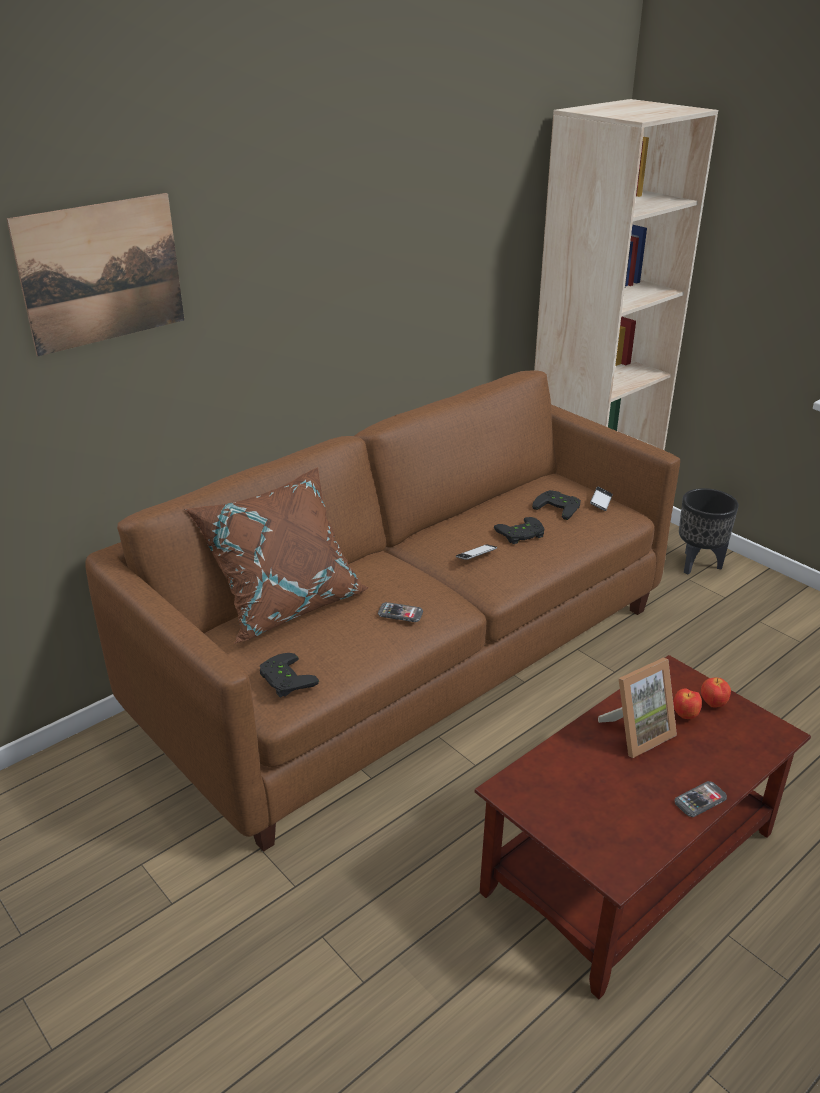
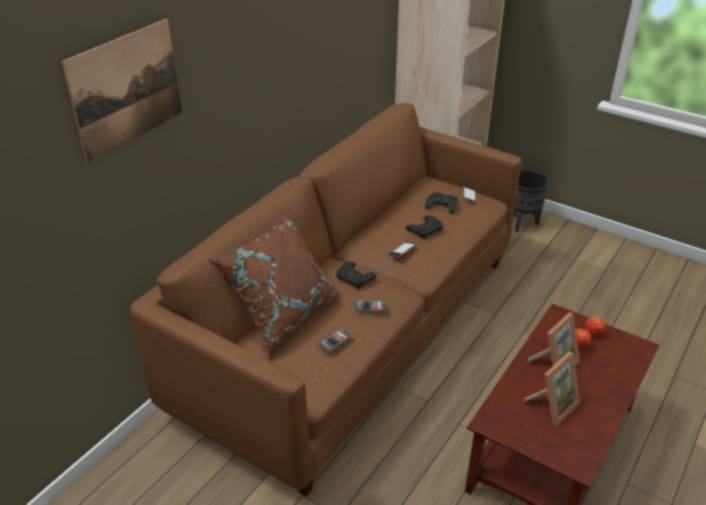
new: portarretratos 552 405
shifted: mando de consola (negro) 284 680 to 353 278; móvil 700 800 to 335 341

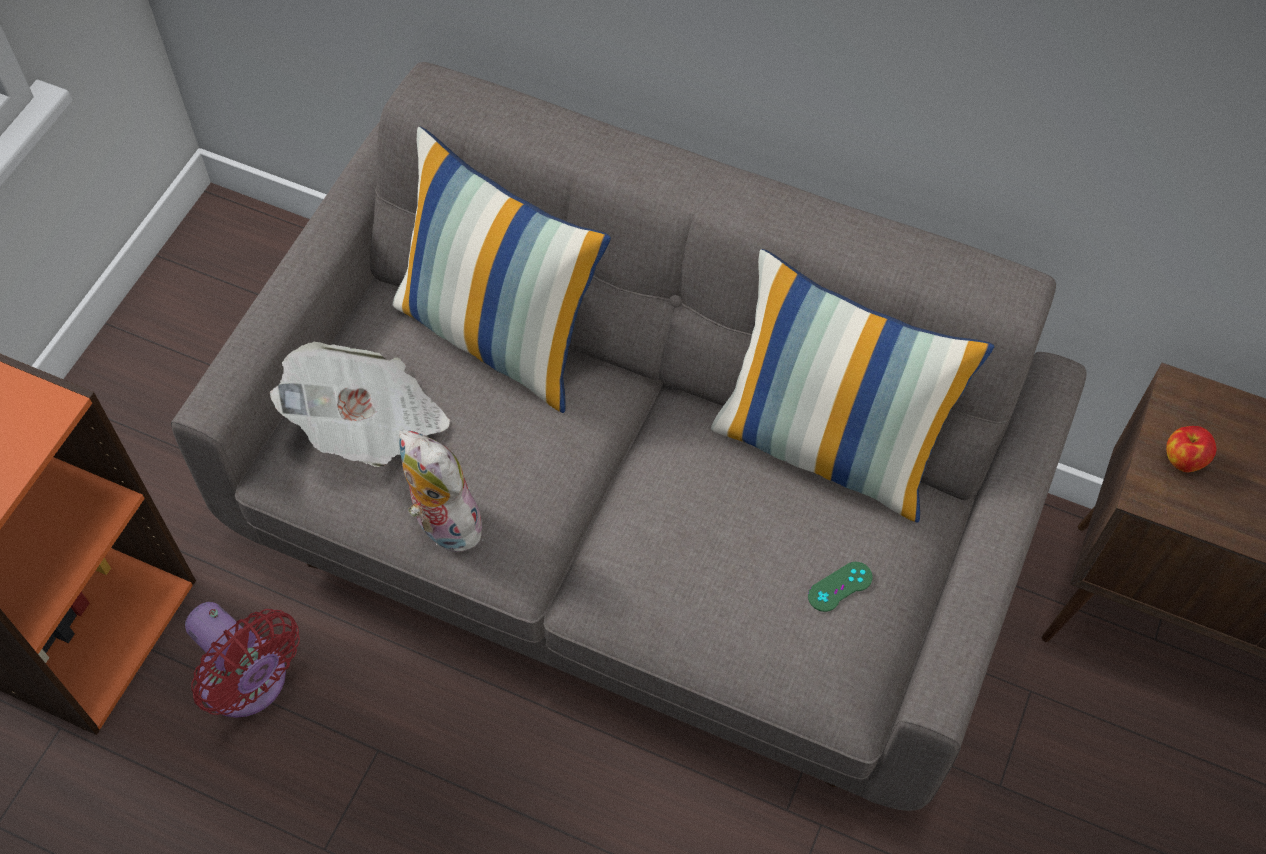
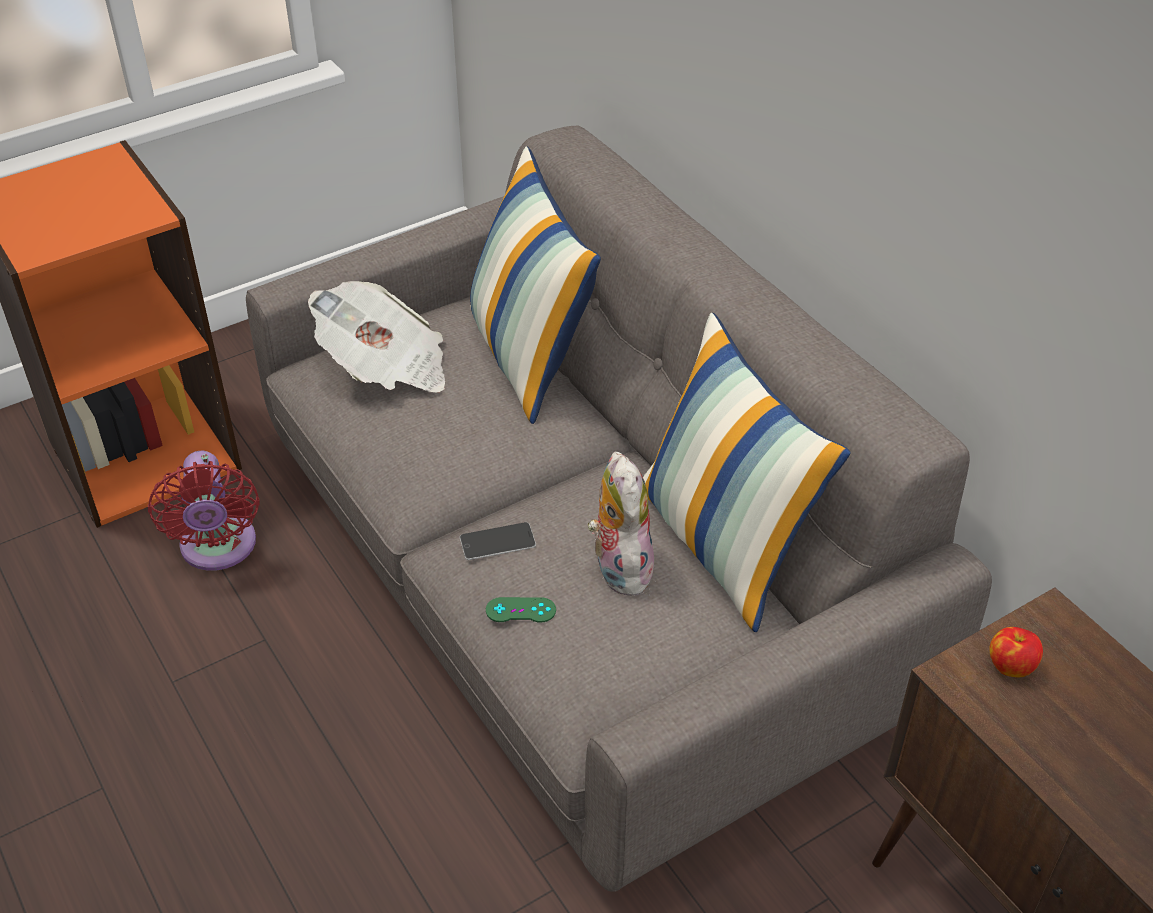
new: móvil 497 541
shifted: peluche 442 524 to 619 567; mando de consola (verde) 840 587 to 520 610

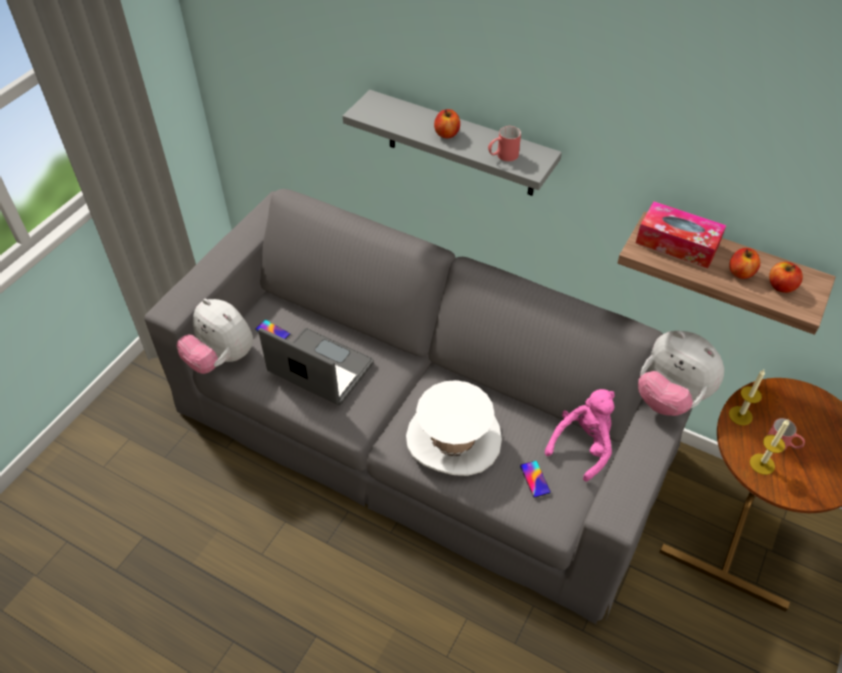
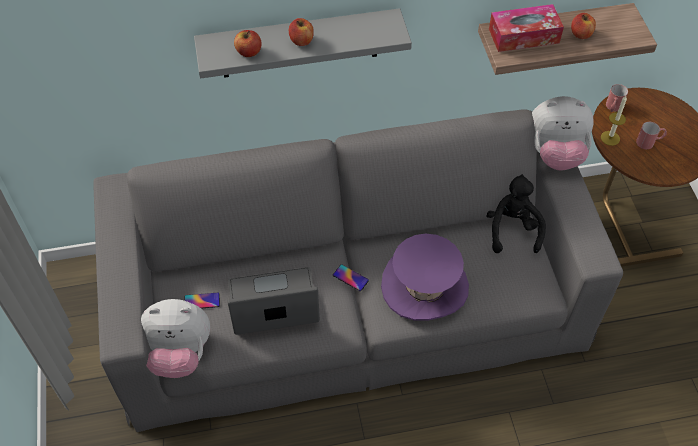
gone: vela 762 464
shifted: taza grande (rojo) 502 156 to 612 108; móvil 535 479 to 350 278; manzana 781 286 to 248 52
repainted: sombrero (blanco) 453 438 to sombrero (morado) 424 286; peluche (rosa) 582 445 to peluche (negro) 511 229

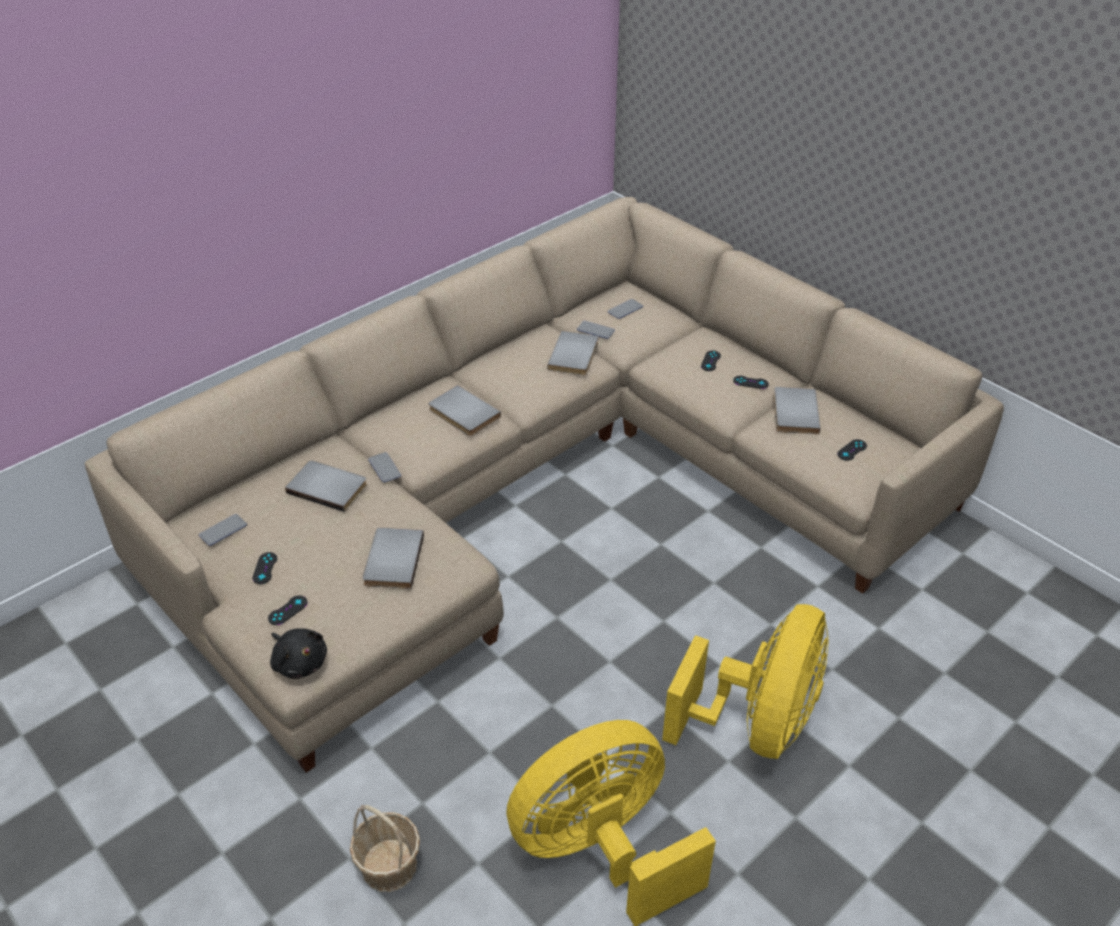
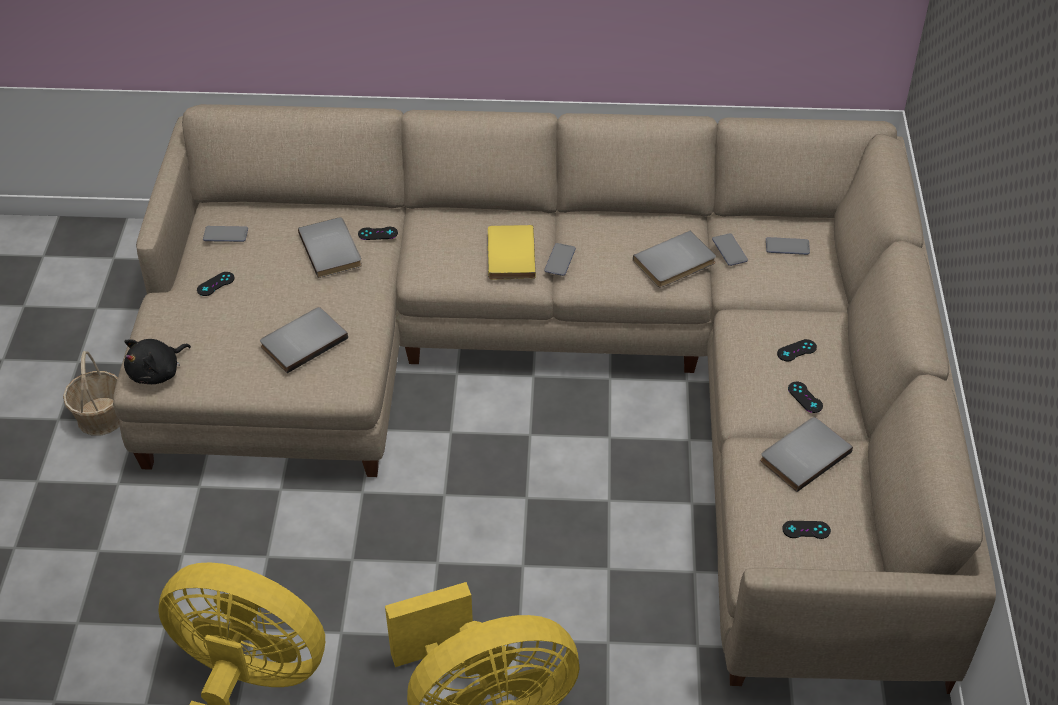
shifted: mando de consola (negro) 288 610 to 378 233; cesta 389 865 to 101 417; móvil 384 468 to 560 260
repainted: libro (gris) 462 414 to libro (amarillo) 508 255
rotated: peluche (negro) 299 662 = 157 372 45 degrees clockwise

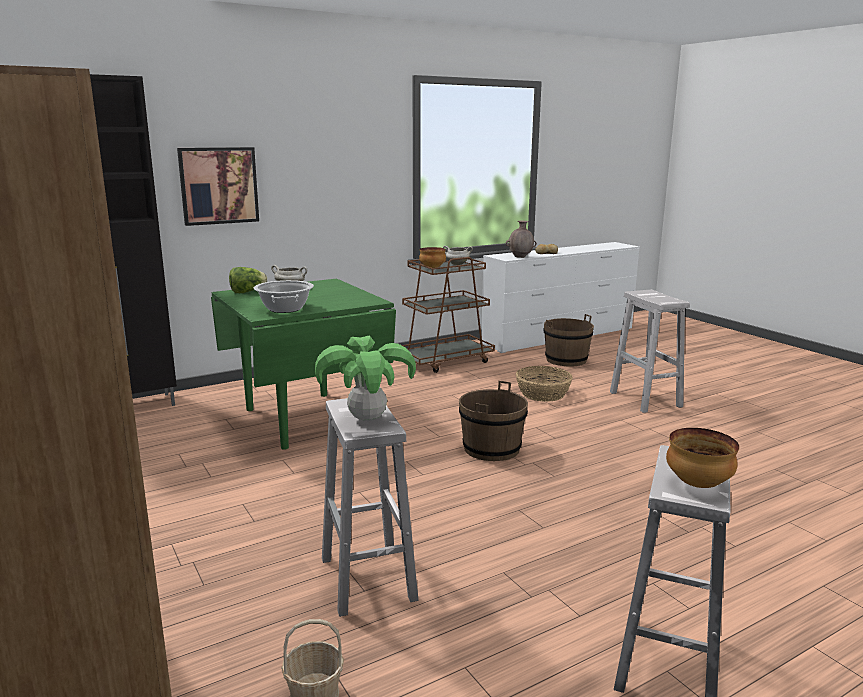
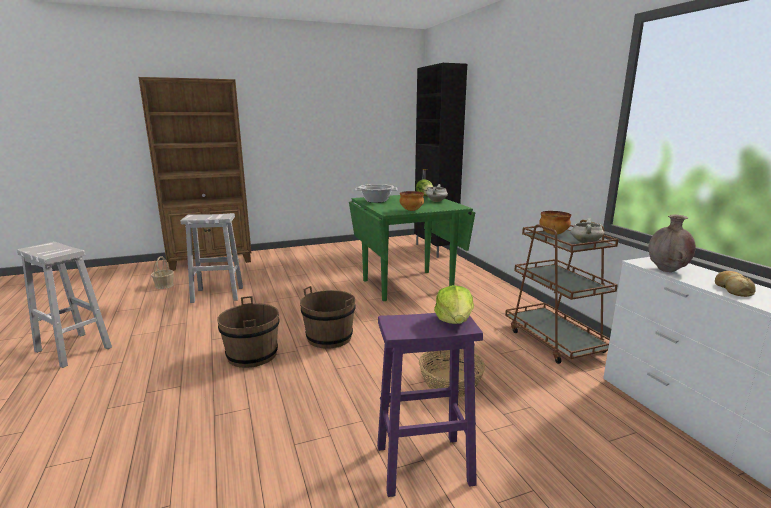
gone: cuadro 219 185; planta en maceta 367 418
new: lechuga 454 320
shifted: cubo (marrón) 566 360 to 252 355; cuenco 697 484 to 411 210
repainted: taburete (blanco) 646 400 to taburete (morado) 422 465

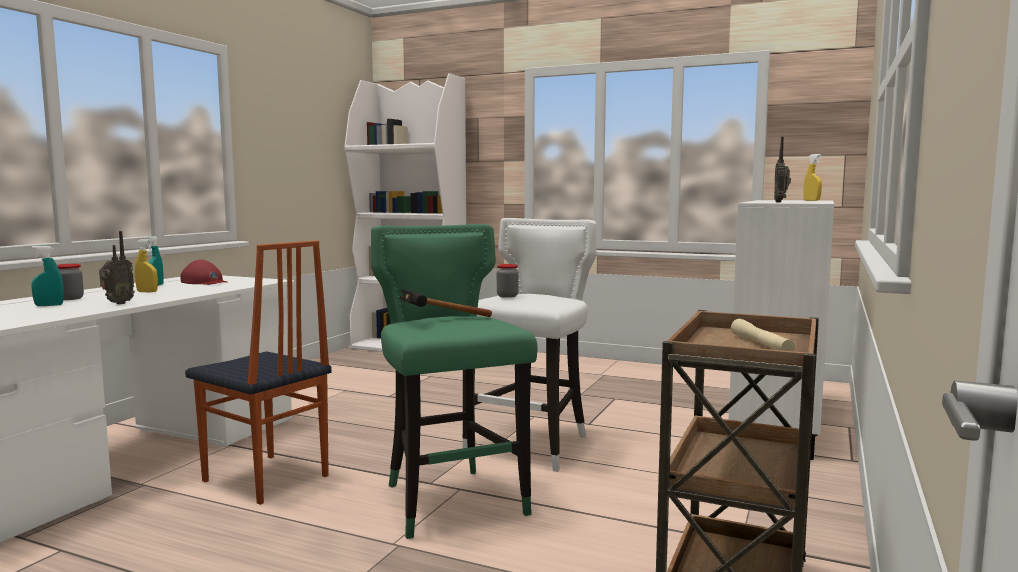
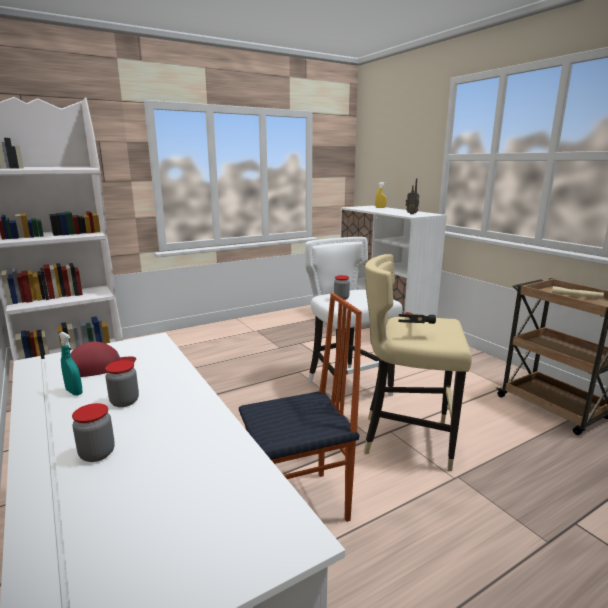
gone: pulverizador (turquesa) 49 305; radio 117 303
swapped: pulverizador (amarillo) 147 292 to tarro 124 401
repainted: taburete (verde) 451 501 to taburete (beis) 406 439

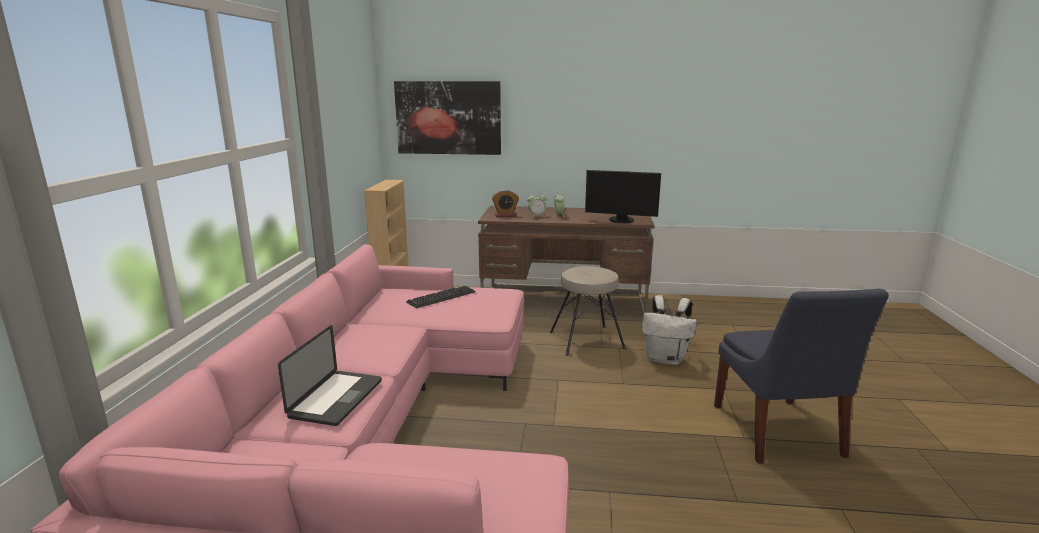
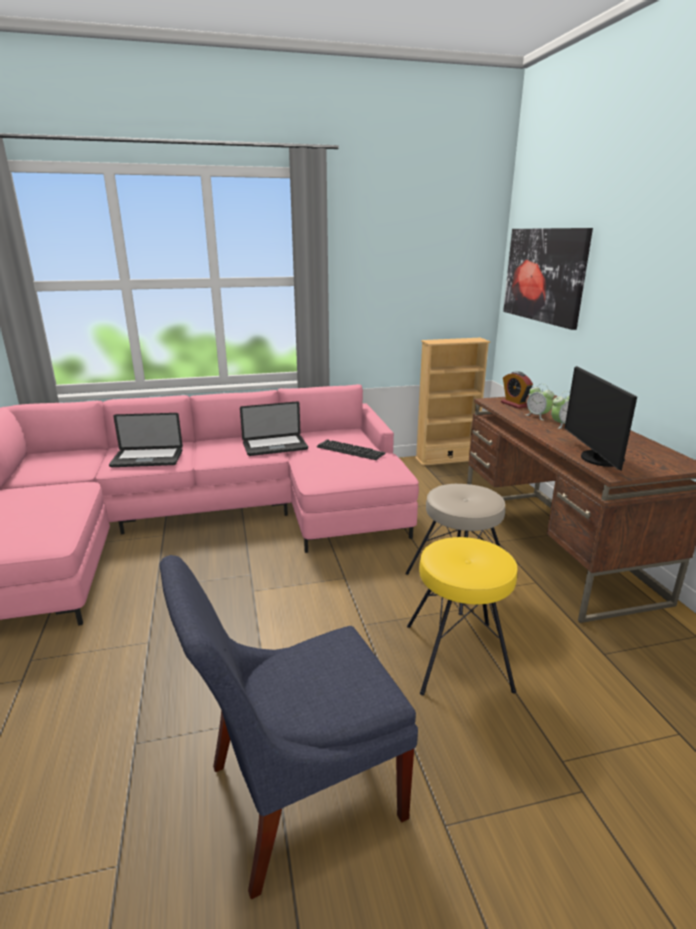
new: portátil 275 446
swapped: mochila (blanco) 666 359 to taburete (amarillo) 458 656

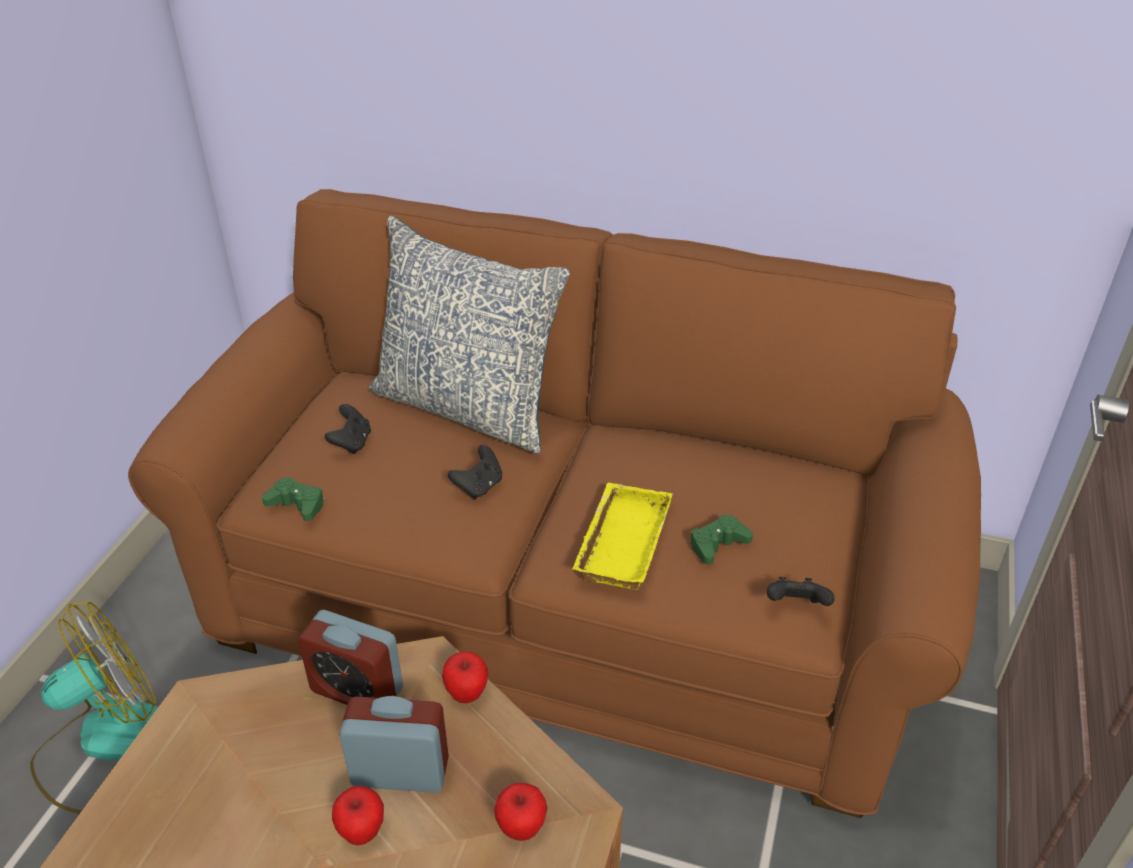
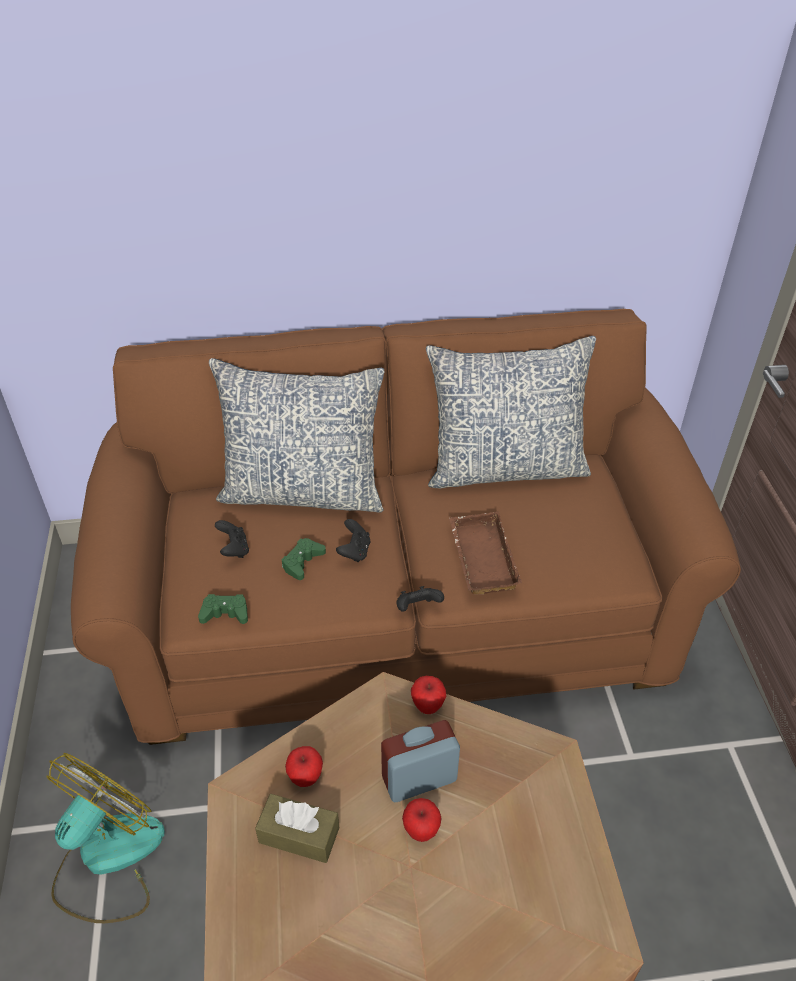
gone: despertador 357 690
new: caja de pañuelos (marrón) 299 835; cojín 505 467
shifted: manzana 521 828 to 305 777; mando de consola (verde) 717 544 to 302 562; mando de consola (negro) 796 606 to 417 608
repainted: bandeja (amarillo) 620 540 to bandeja (marrón) 480 557

